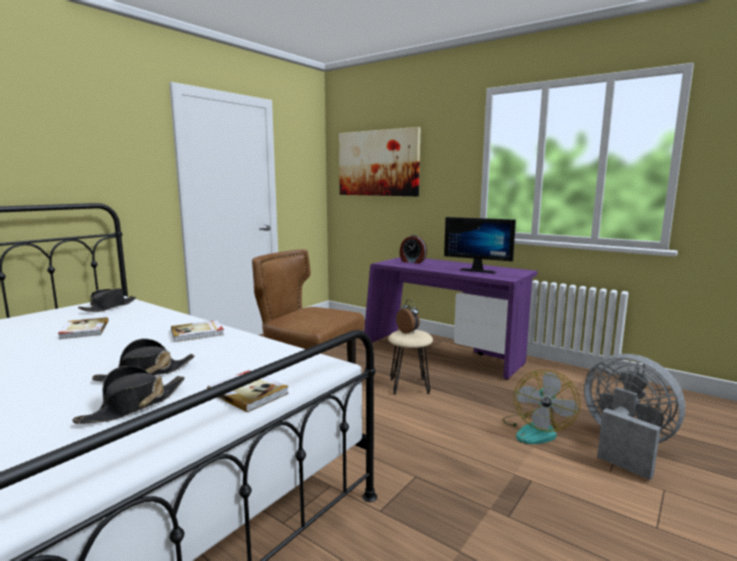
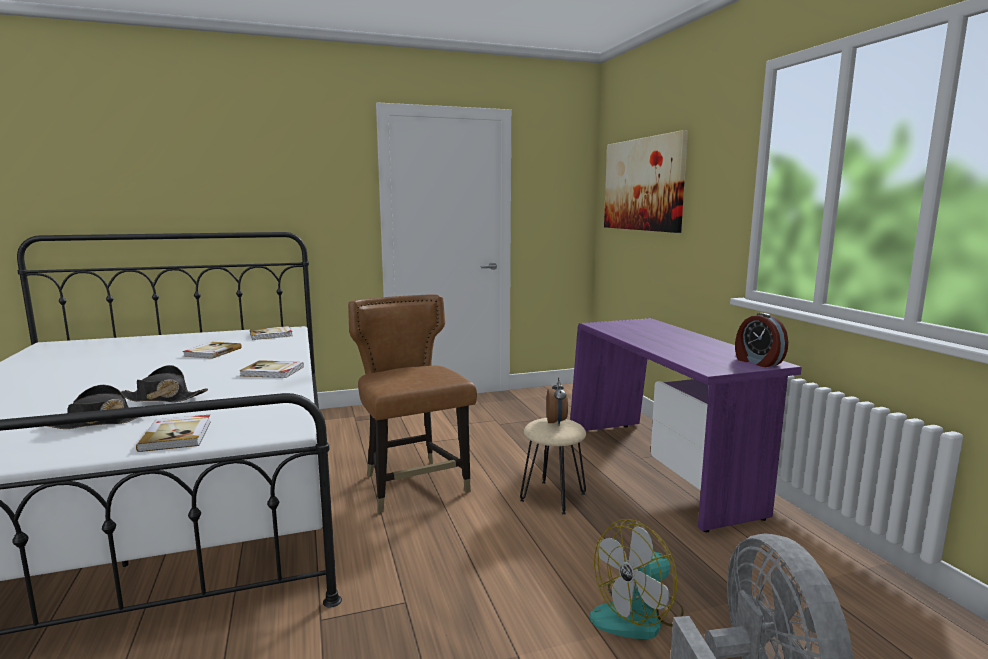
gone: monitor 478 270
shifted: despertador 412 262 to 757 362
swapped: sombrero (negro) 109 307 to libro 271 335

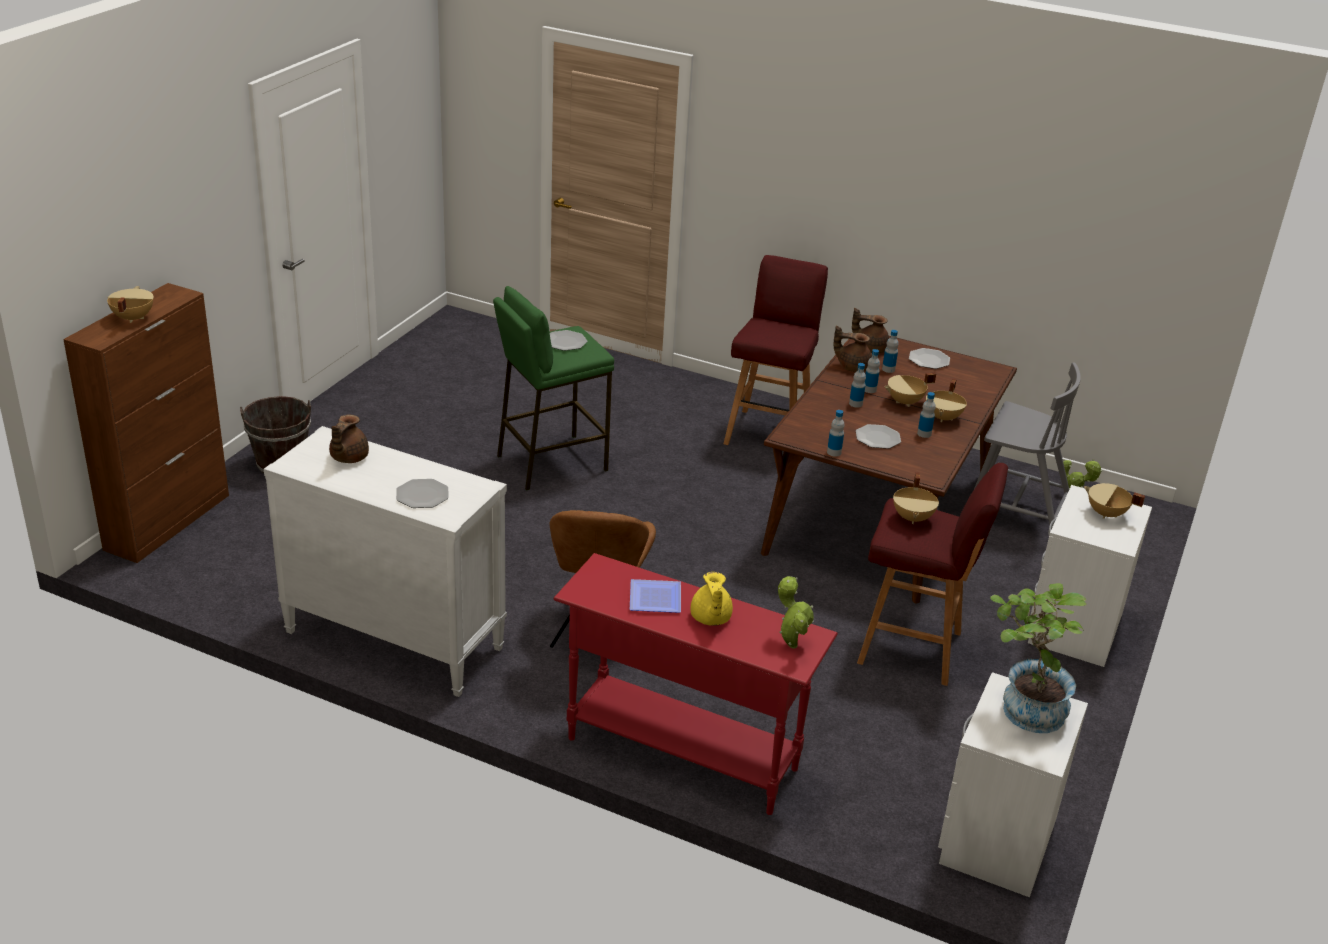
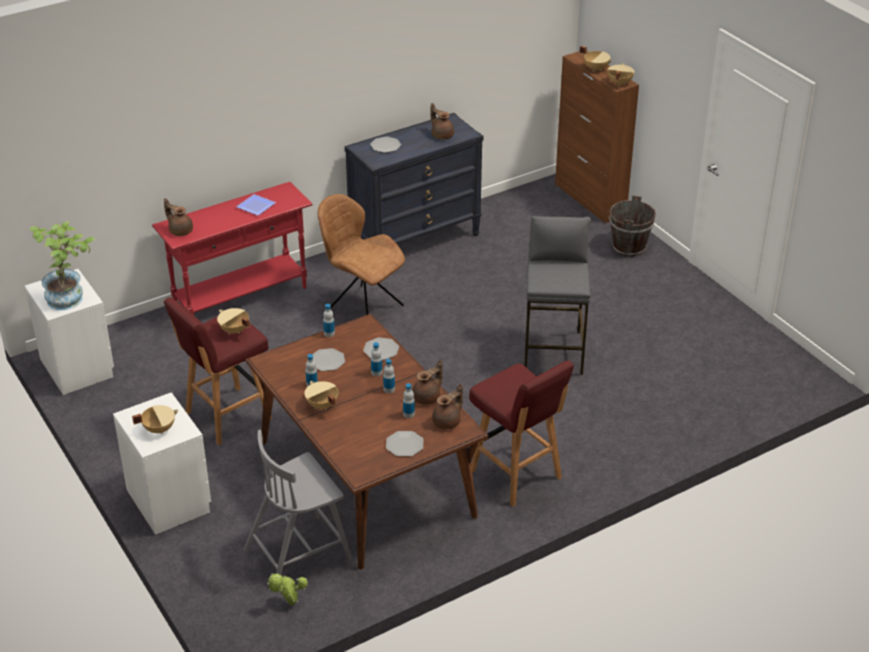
gone: tetera (amarillo) 710 618
shifted: plato 565 342 to 381 349; olla (beis) 905 402 to 619 83
swapped: planta en maceta 791 643 to tetera (marrón) 180 230
repainted: cómoda (blanco) 393 640 to cómoda (negro) 415 240; taburete (verde) 551 462 to taburete (gris) 553 351

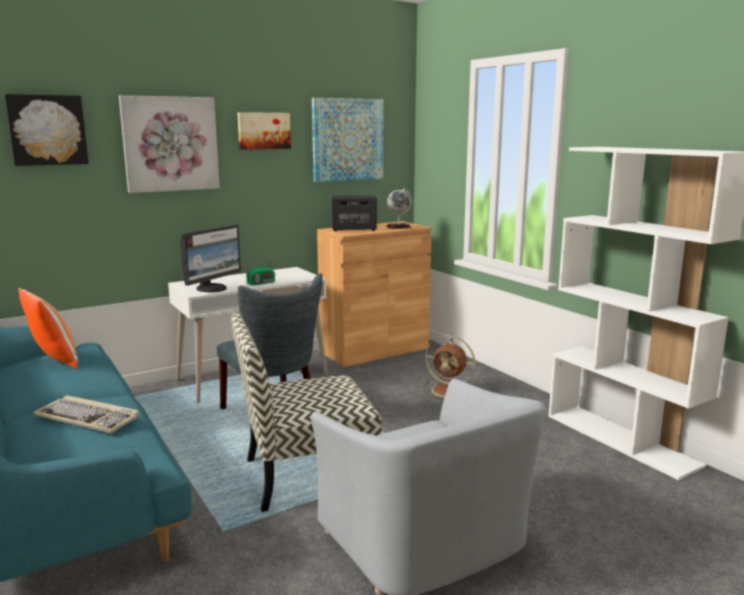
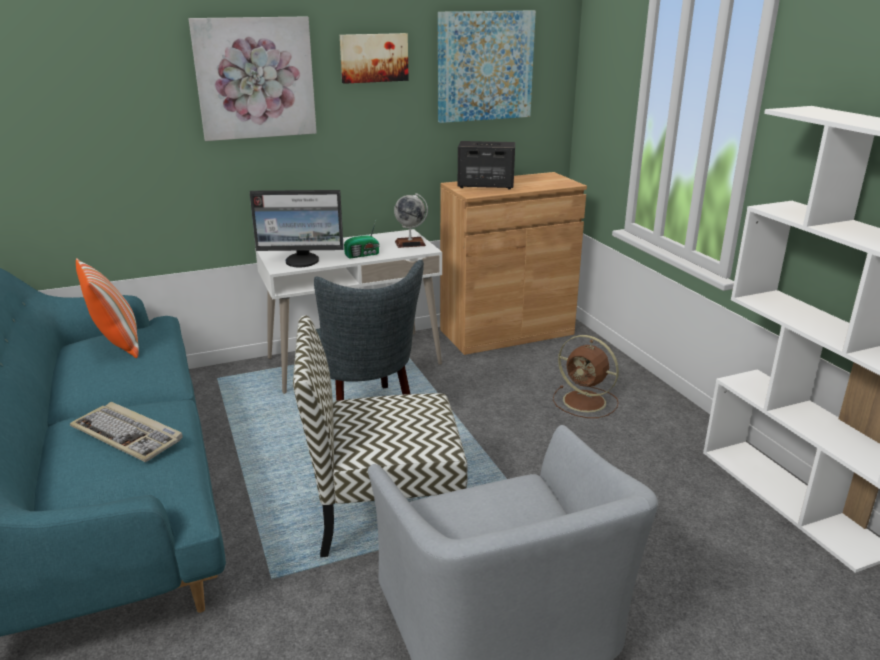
gone: cuadro 47 130
shifted: globo terráqueo 398 227 to 410 243
rotated: monitor 212 288 = 302 261 45 degrees clockwise

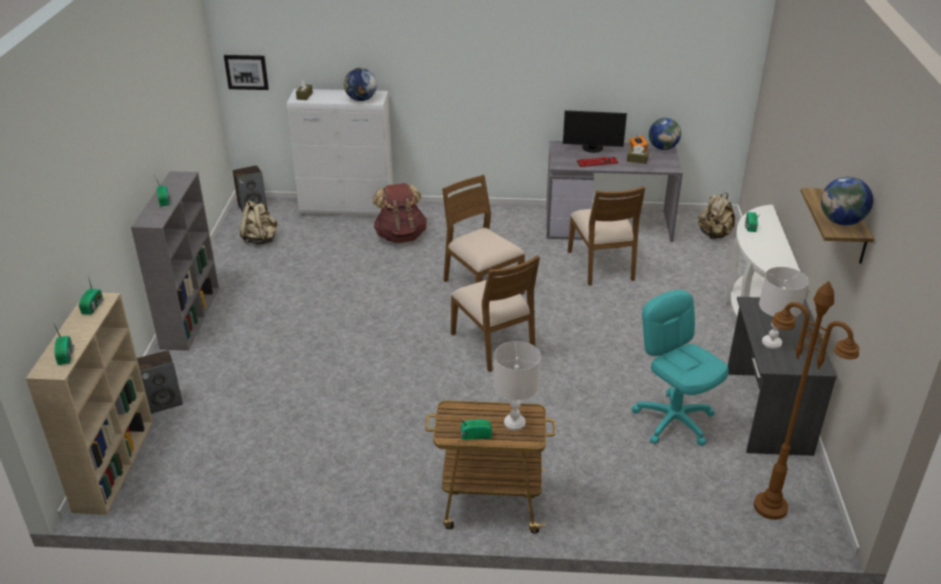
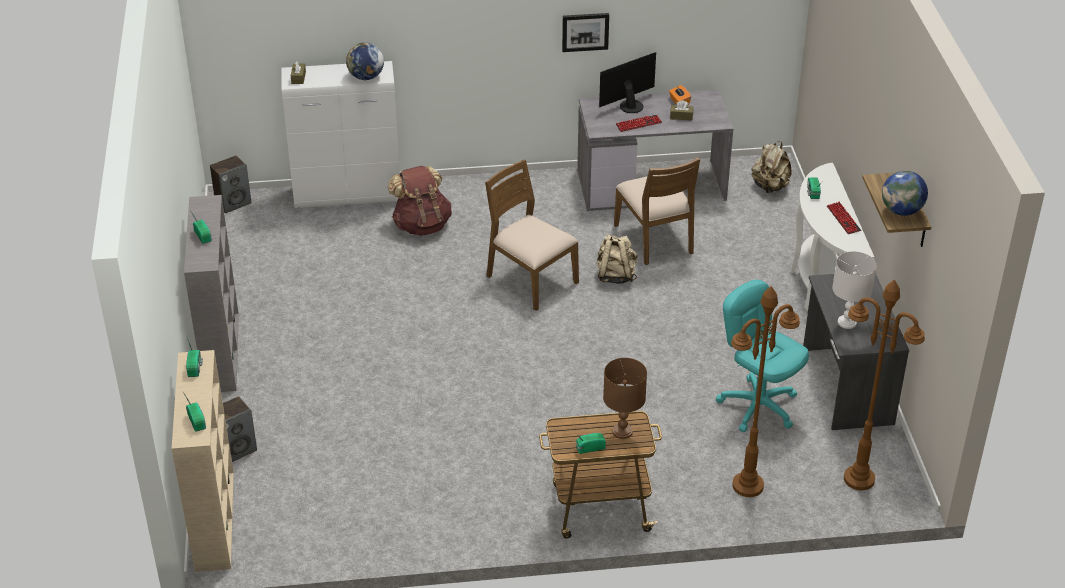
gone: silla (marrón) 494 344; globo terráqueo 663 148
new: lámpara de pie (marrón) 747 486; teclado 843 219
shifted: cuadro 246 72 to 585 31; mochila (beis) 260 239 to 615 276
repainted: lámpara de mesa (blanco) 515 423 to lámpara de mesa (marrón) 623 431
rotated: monitor 592 149 = 629 105 150 degrees clockwise

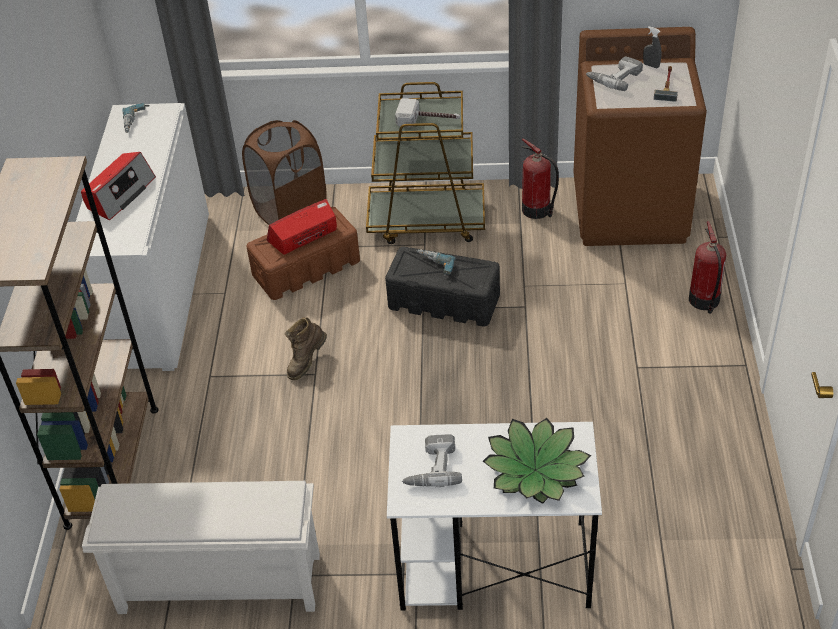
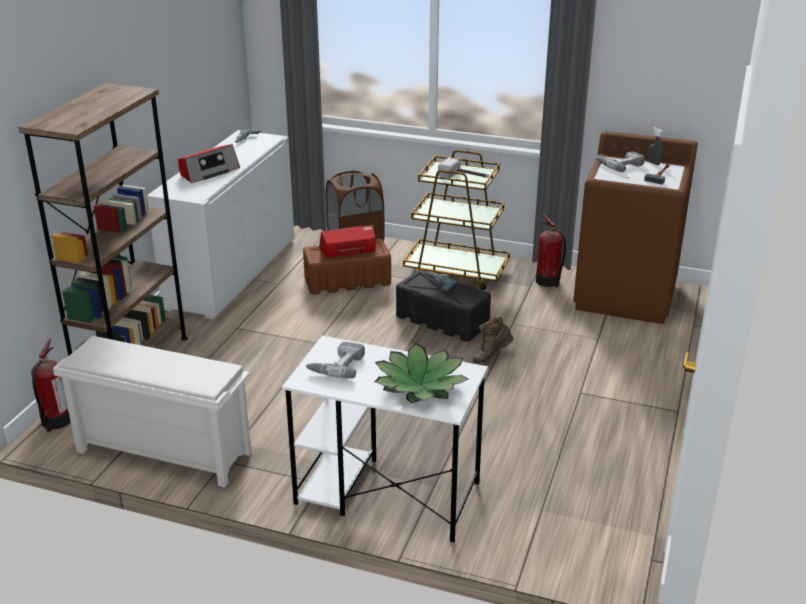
shifted: bota (marrón) 306 362 to 491 358; extintor 704 301 to 56 421

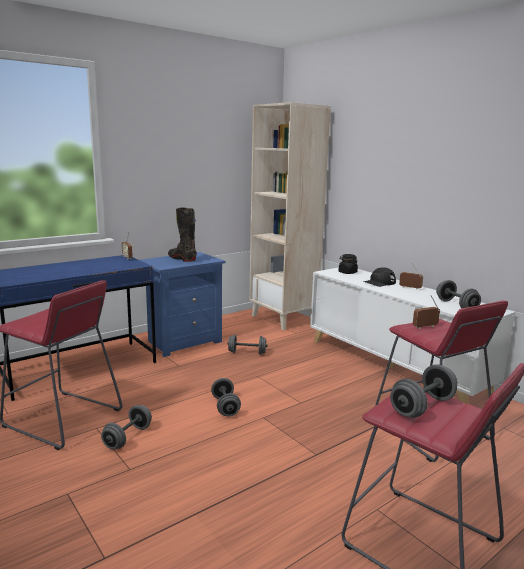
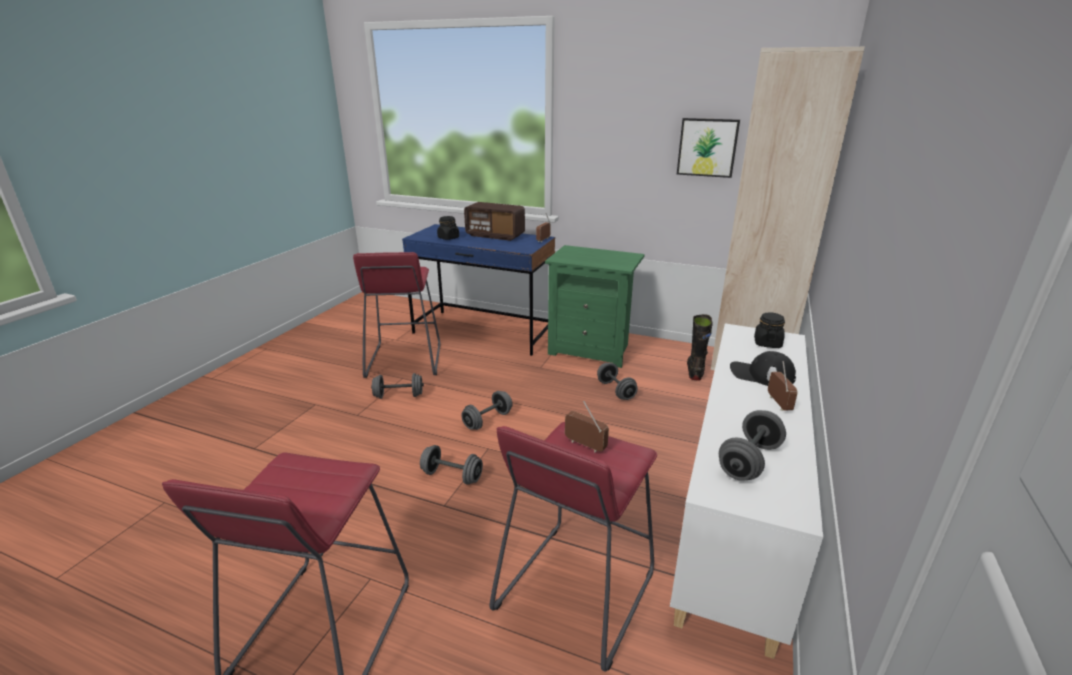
new: tarro (negro) 448 238; radio 495 235; cuadro 707 147
shifted: bota (negro) 182 259 to 695 371; mancuerna (gris) 422 406 to 452 476
repainted: mesita de noche (azul) 183 341 to mesita de noche (verde) 592 350

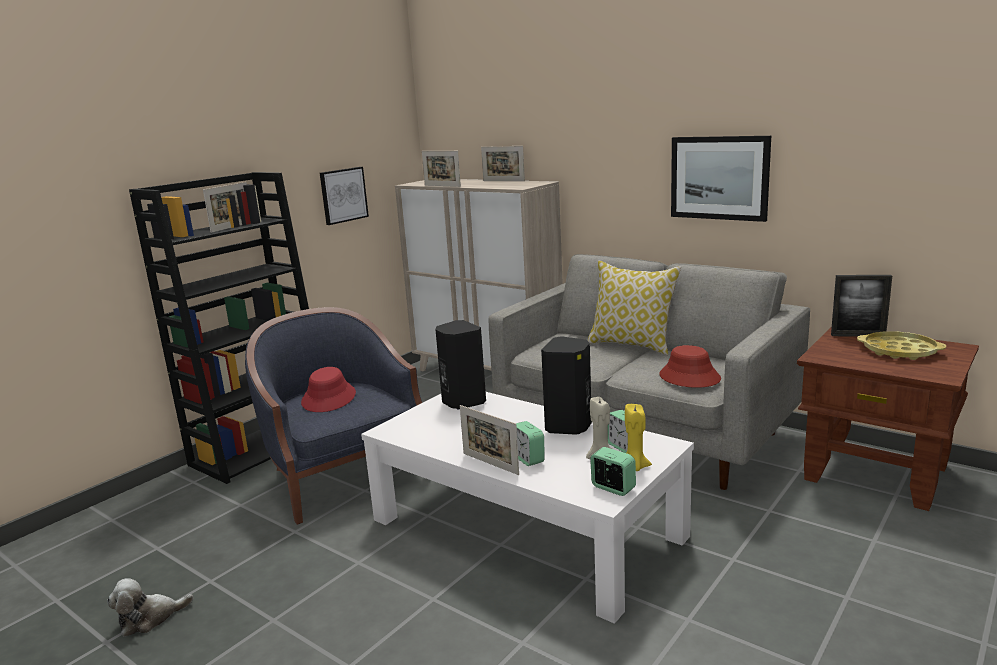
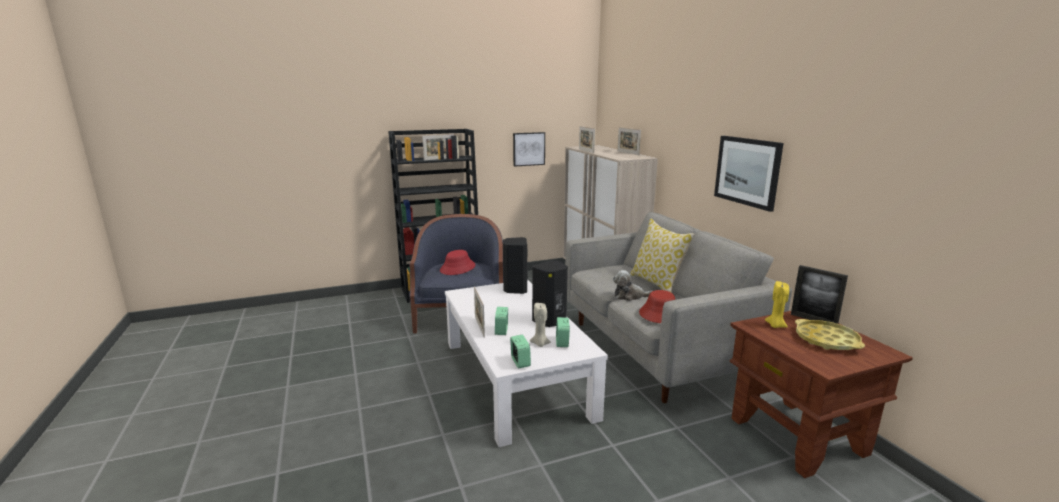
shifted: peluche 149 618 to 629 296; vela (amarillo) 635 467 to 775 325

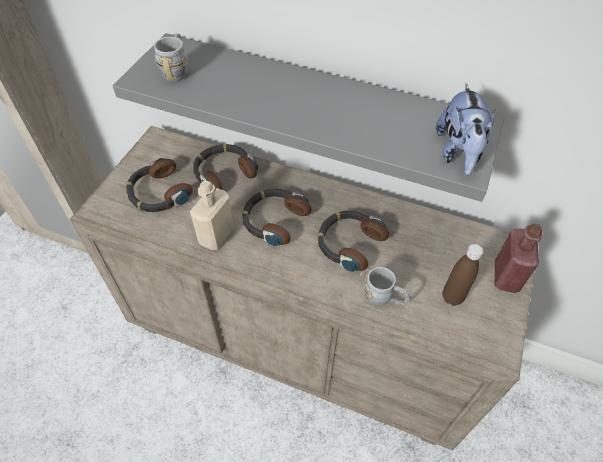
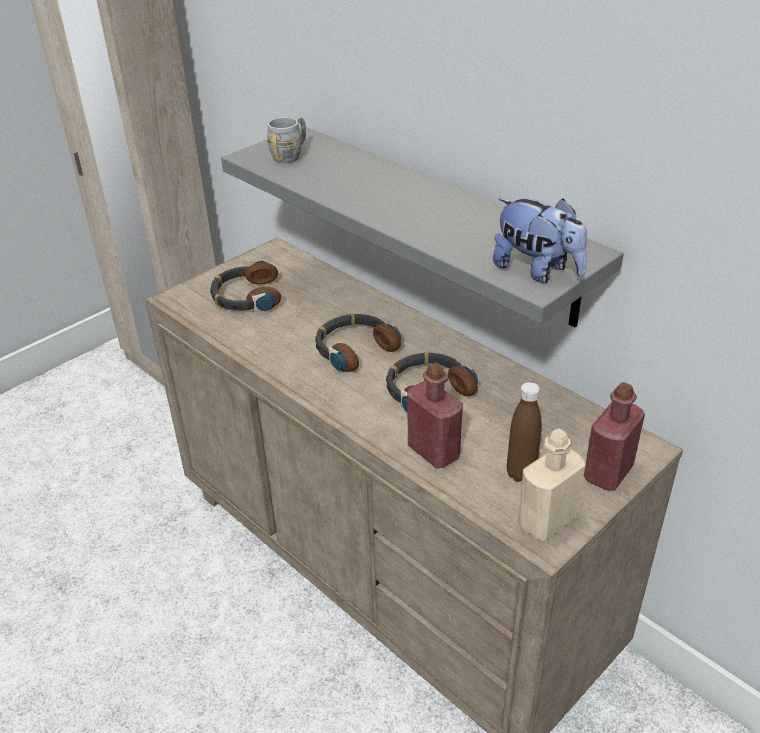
gone: auriculares 224 172
shifted: botella (beis) 216 235 to 546 521
swapped: taza grande (gris) 383 299 to botella (rojo) 433 452
rotated: peluche 458 153 = 537 271 75 degrees counterclockwise

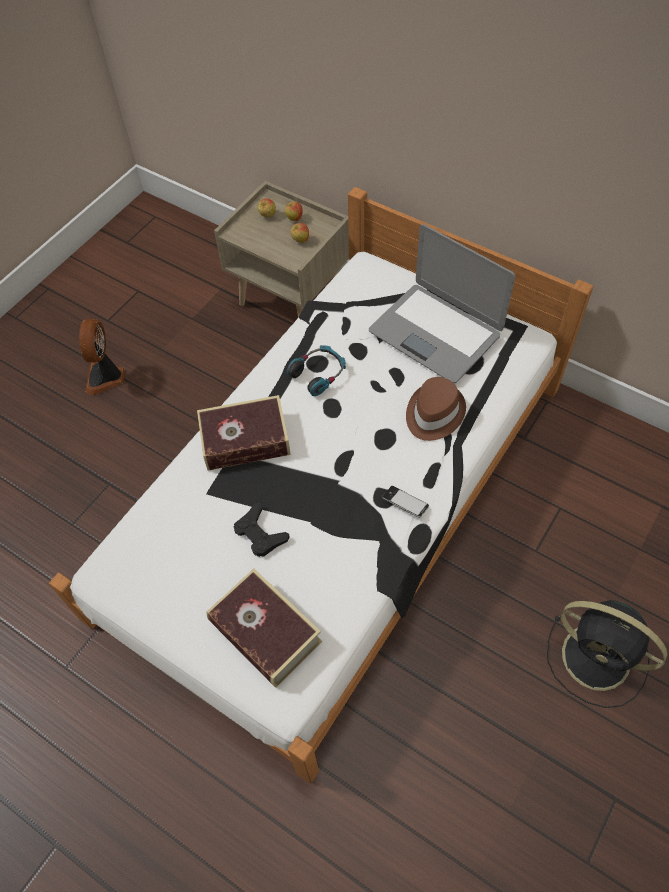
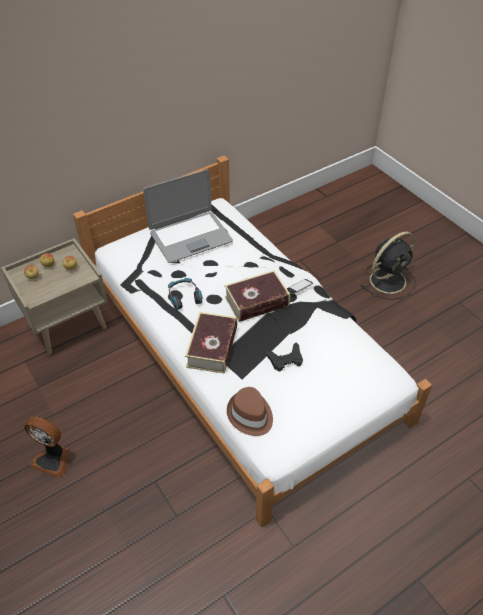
shifted: libro 265 632 to 257 301; sombrero (marrón) 433 413 to 250 415

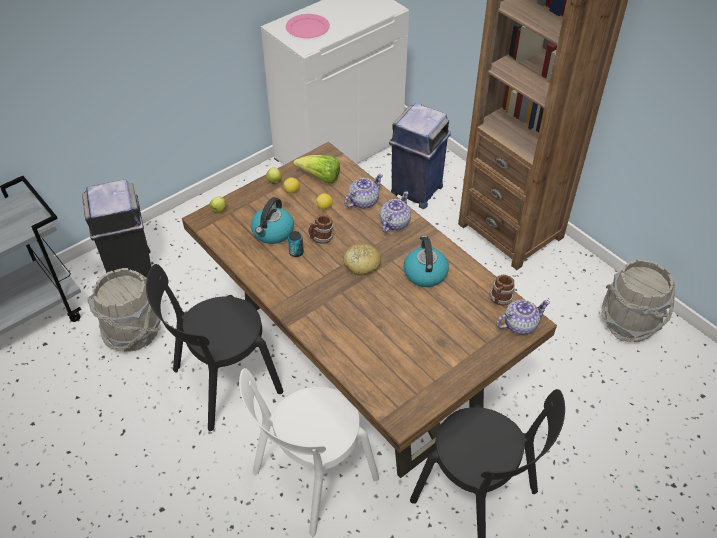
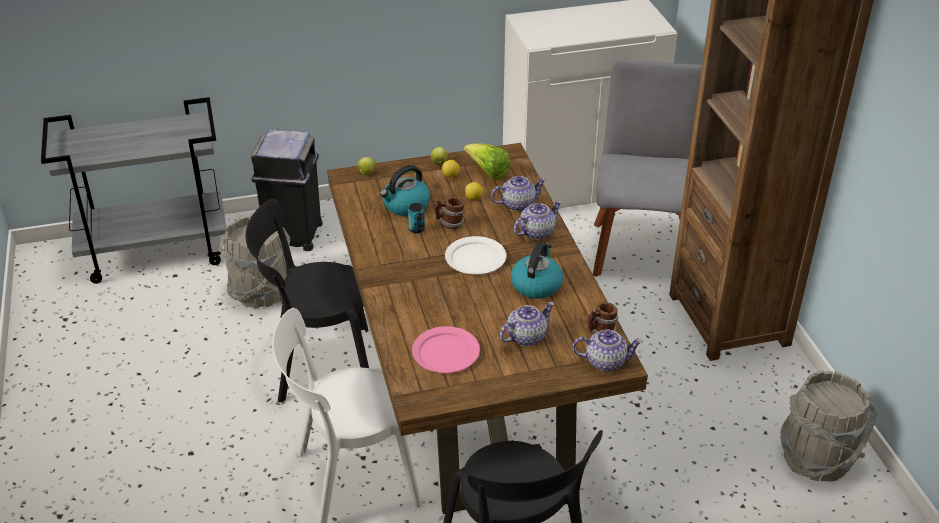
new: tetera 525 337
shifted: plato (rosa) 307 28 to 445 353
swapped: pan 361 264 to plato (blanco) 475 258; papelera (azul) 416 191 to silla (gris) 641 248

